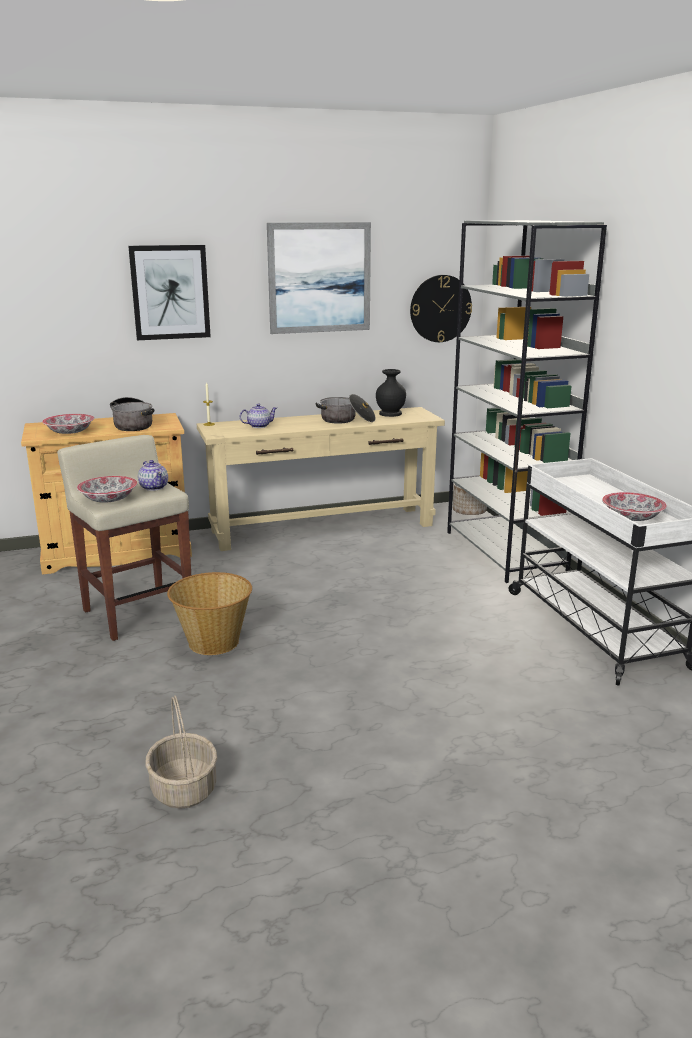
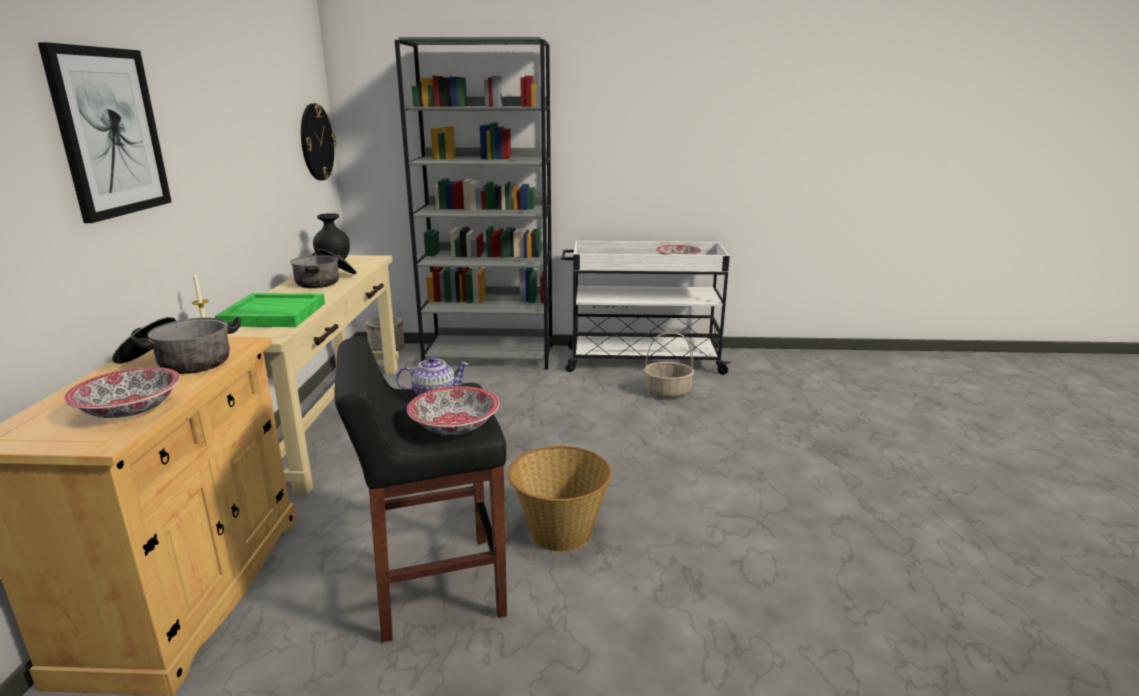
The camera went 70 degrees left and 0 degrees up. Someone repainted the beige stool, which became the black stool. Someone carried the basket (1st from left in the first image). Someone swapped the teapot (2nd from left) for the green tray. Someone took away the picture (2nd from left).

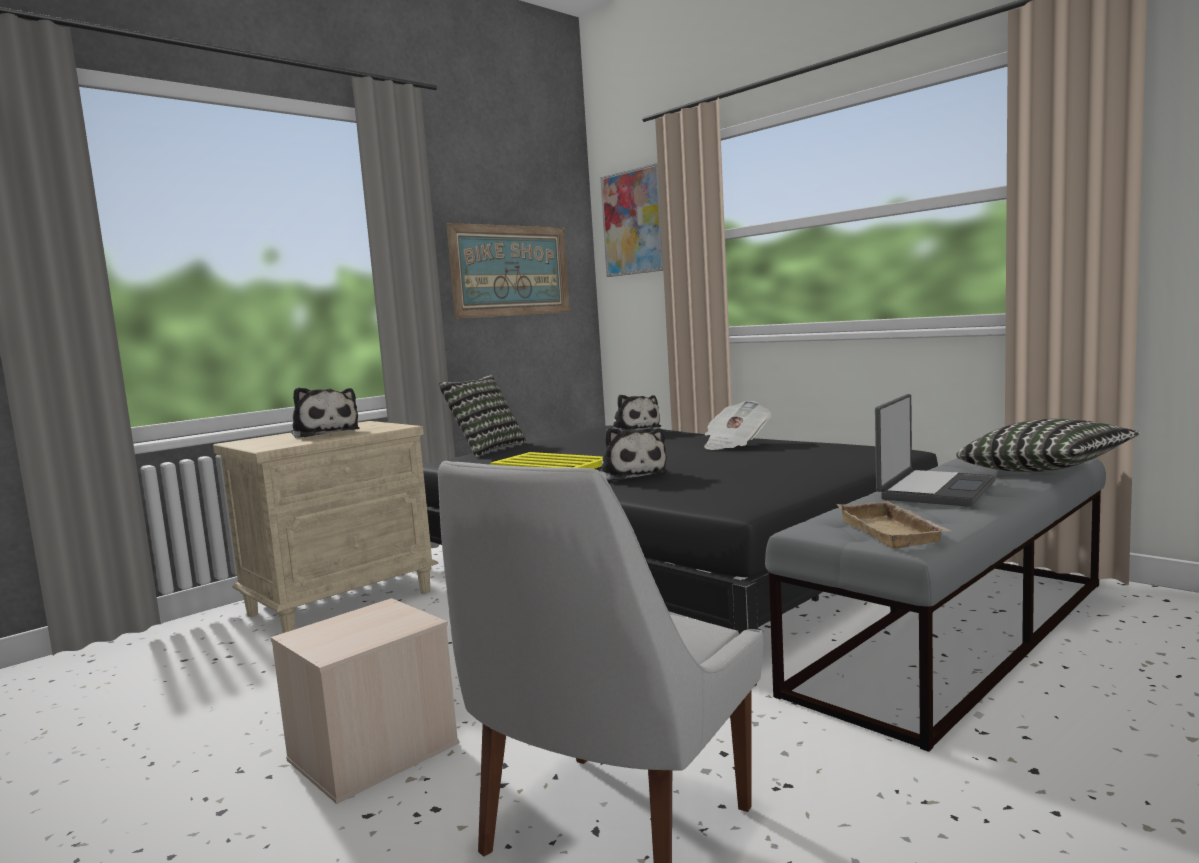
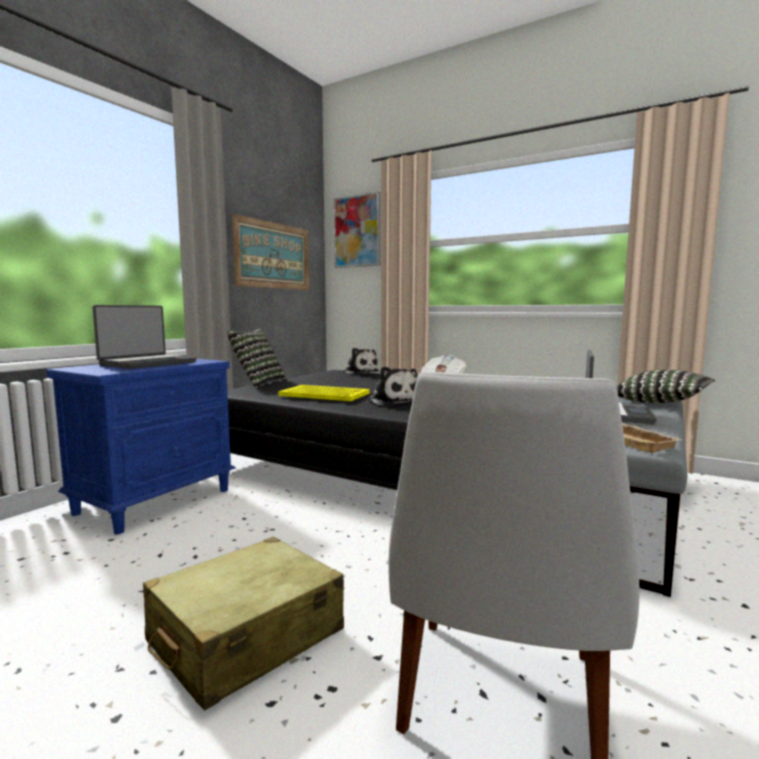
The camera went 15 degrees left and 0 degrees up. Someone repainted the beige nightstand, which became the blue nightstand. Someone swapped the beige storage box for the beige suitcase. Someone swapped the plush toy (1st from left) for the laptop (1st from left).

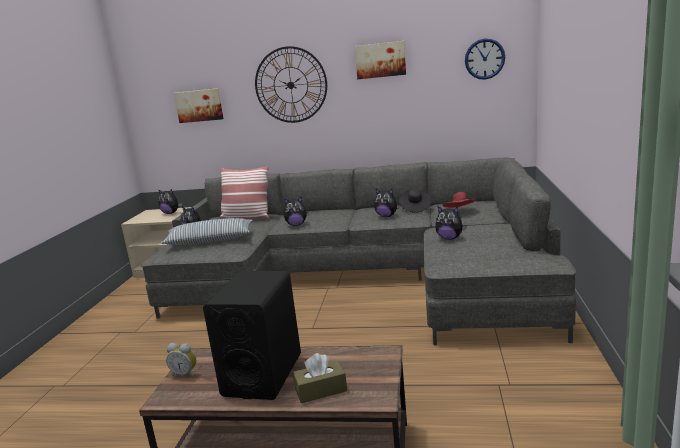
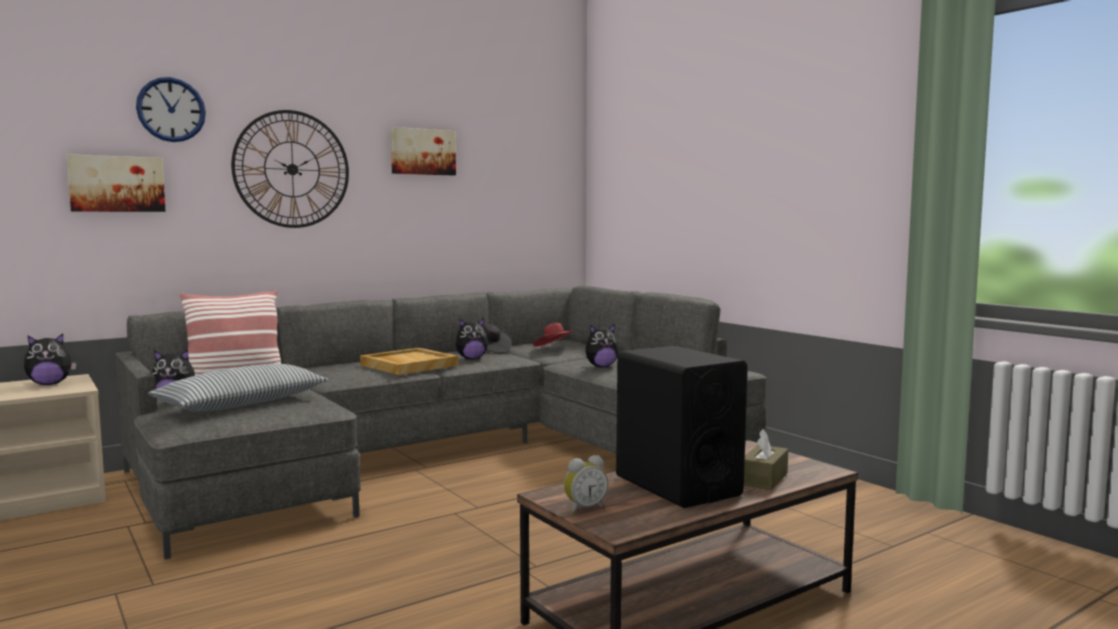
The camera went 45 degrees left and 10 degrees down. Someone took away the plush toy (3rd from left). Someone carried the wall clock (2nd from left in the first image). Someone put down the beige tray.

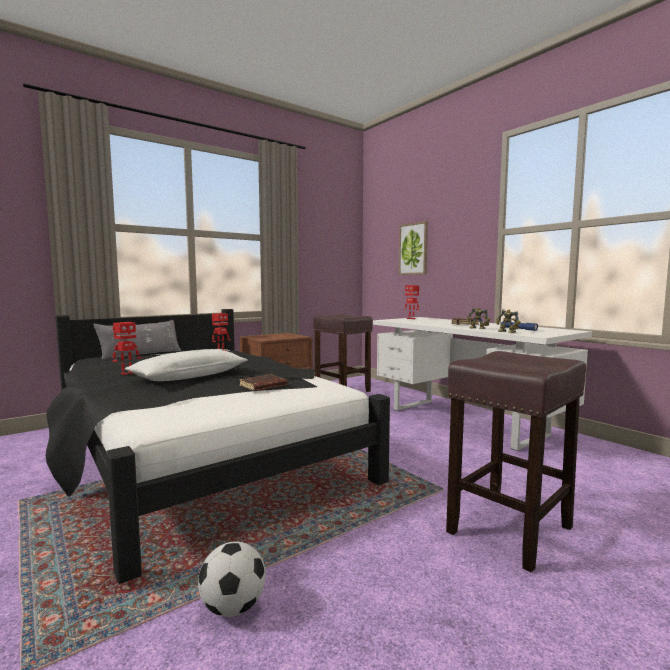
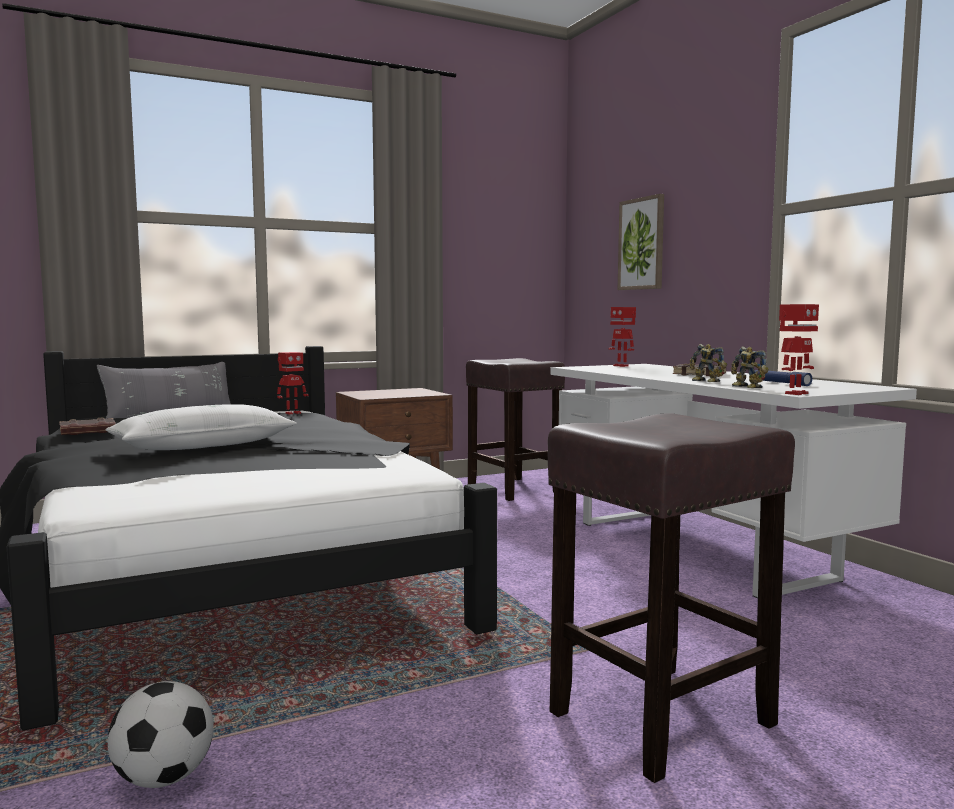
The camera went 10 degrees right and 0 degrees up. Someone carried the toy robot (1st from left in the first image). Someone carried the brown book (1st from left).

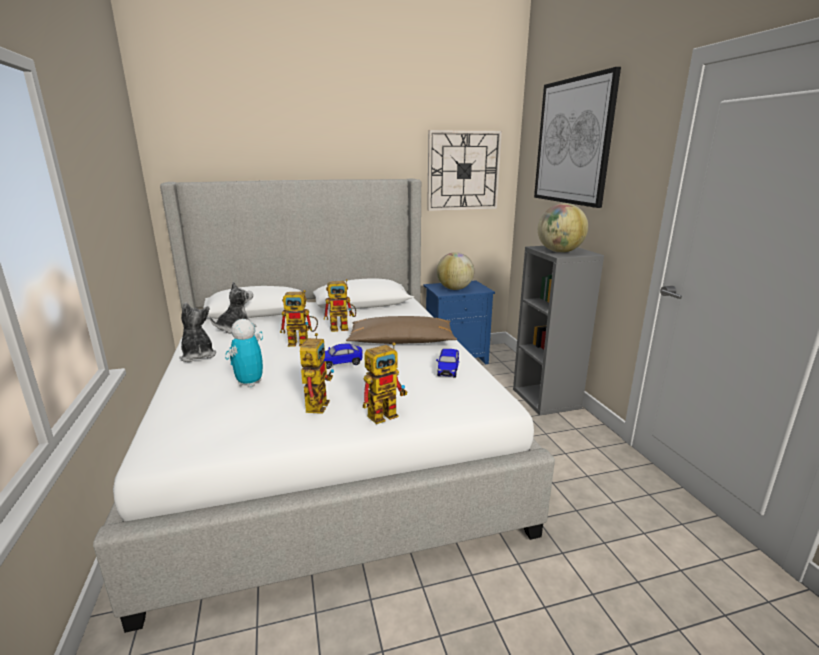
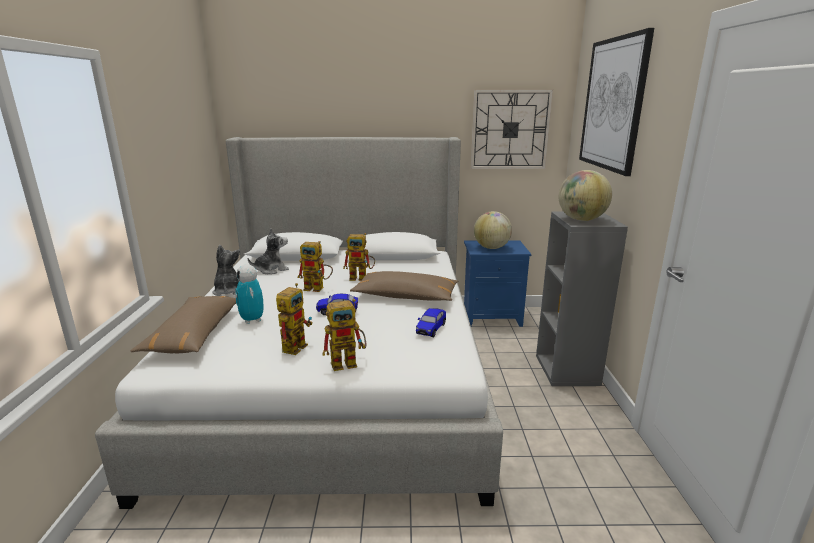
The camera went 15 degrees right and 0 degrees up. Someone rotated the toy robot (1st from left) by 60 degrees counterclockwise. Someone put down the brown pillow (1st from left).

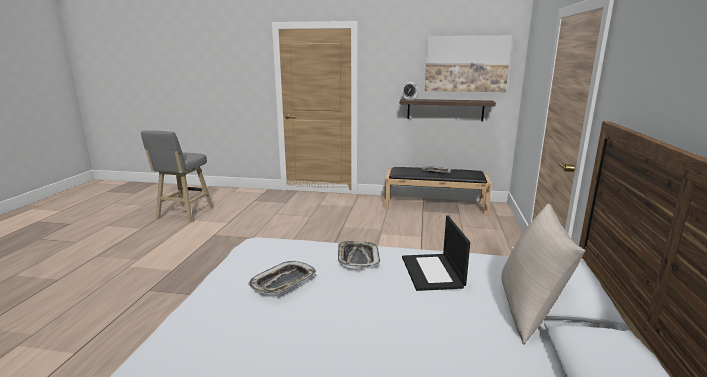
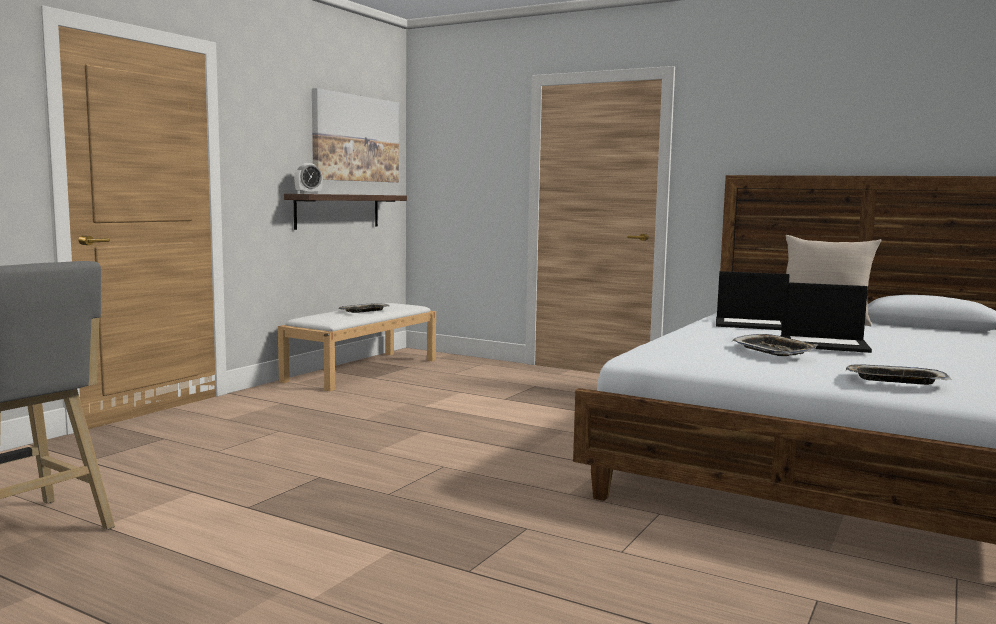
The camera went 70 degrees left and 10 degrees down. Someone carried the tray (2nd from left in the first image). Someone repainted the black bench, which became the white bench. Someone put down the laptop (2nd from left).

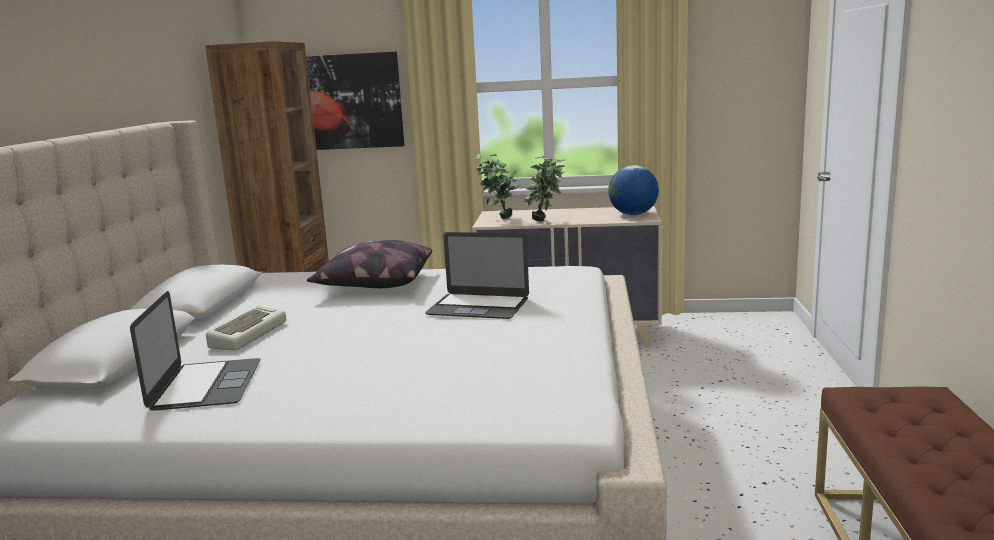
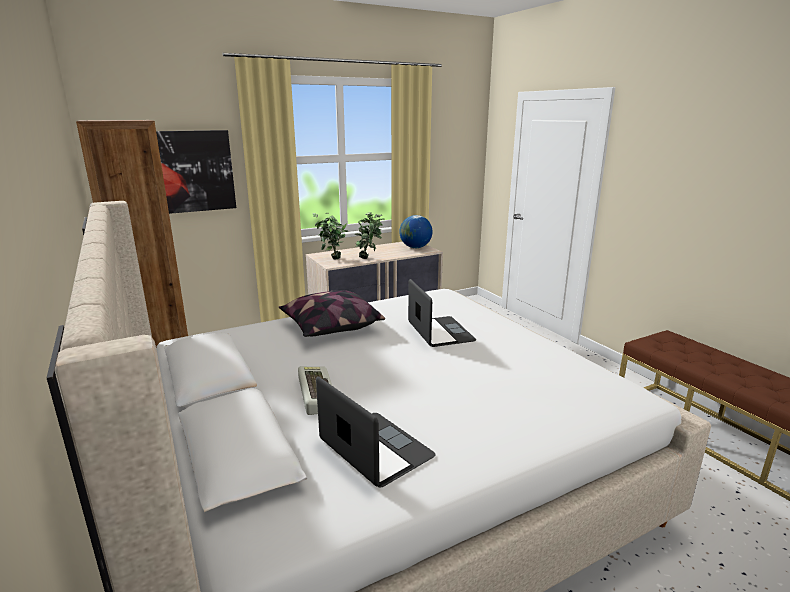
The camera went 35 degrees left and 5 degrees up. Someone rotated the laptop (2nd from left) by 90 degrees counterclockwise.

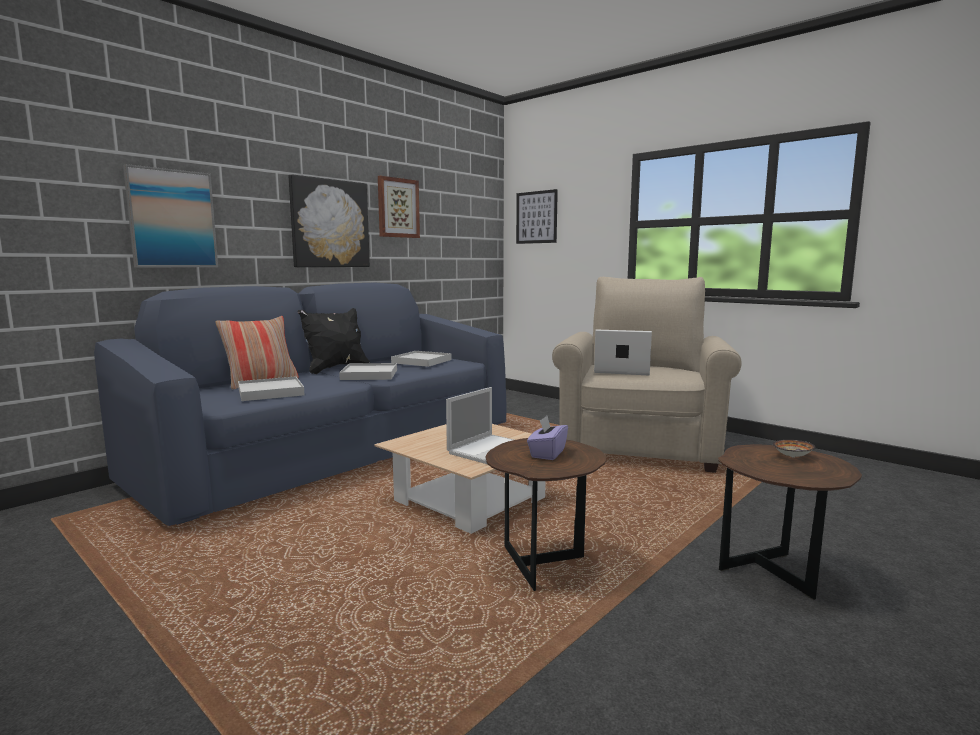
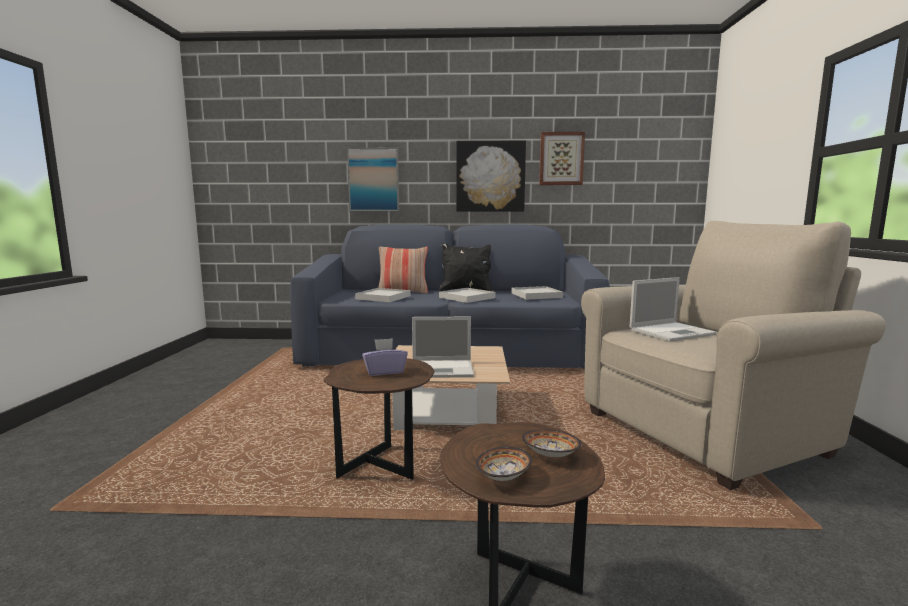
The camera went 50 degrees right and 0 degrees up. Someone took away the picture (4th from left). Someone rotated the laptop (2nd from left) by 90 degrees clockwise. Someone put down the bowl (1st from left).

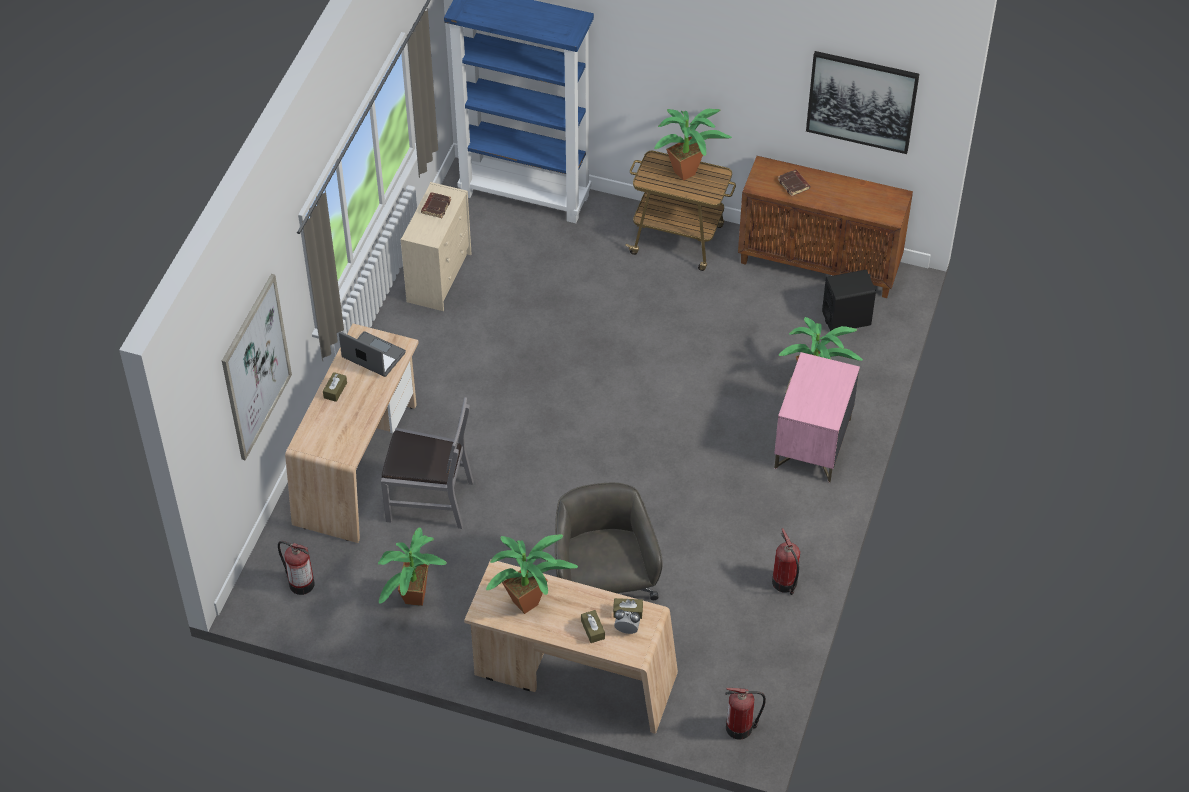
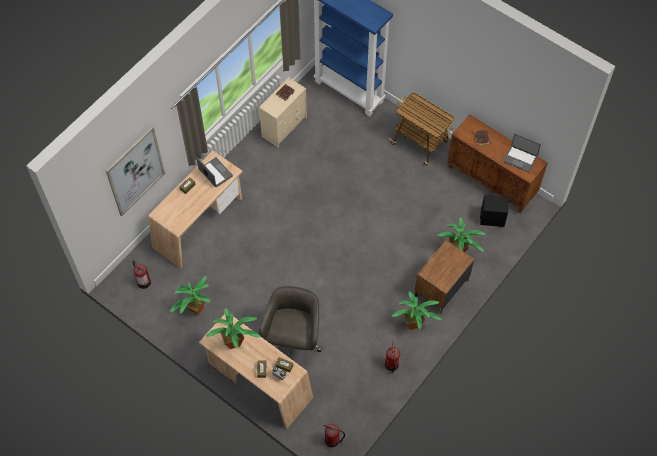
The camera went 20 degrees right and 10 degrees up. Someone took away the grey chair. Someone carried the potted plant (3rd from left). Someone repainted the pink nightstand, which became the brown nightstand. Someone took away the picture (2nd from left). Someone put down the laptop (2nd from left).

